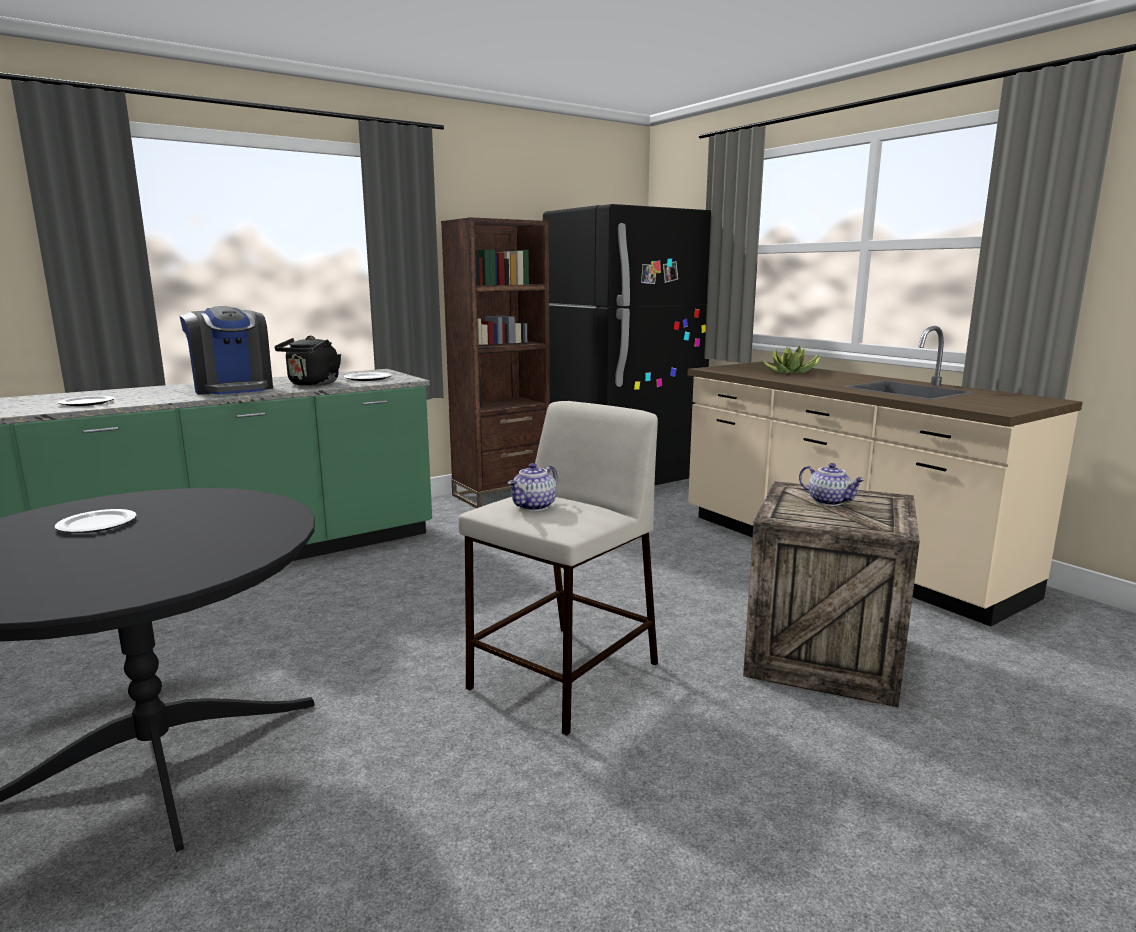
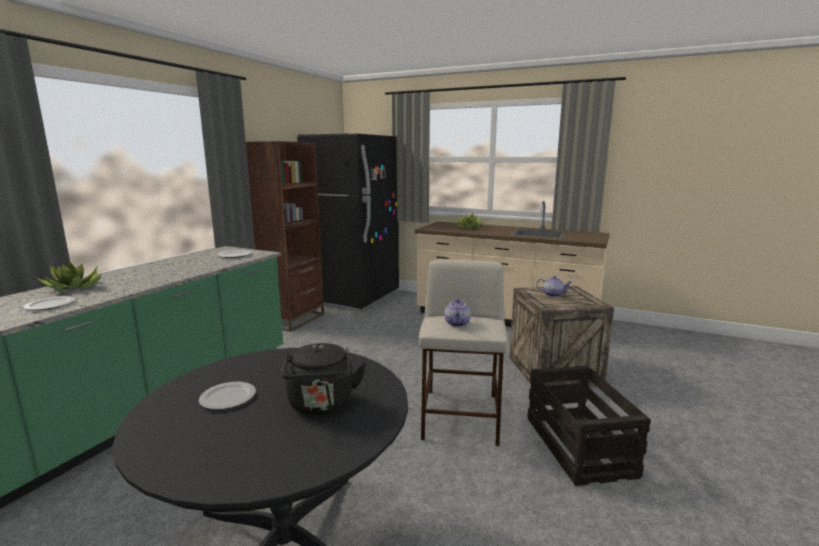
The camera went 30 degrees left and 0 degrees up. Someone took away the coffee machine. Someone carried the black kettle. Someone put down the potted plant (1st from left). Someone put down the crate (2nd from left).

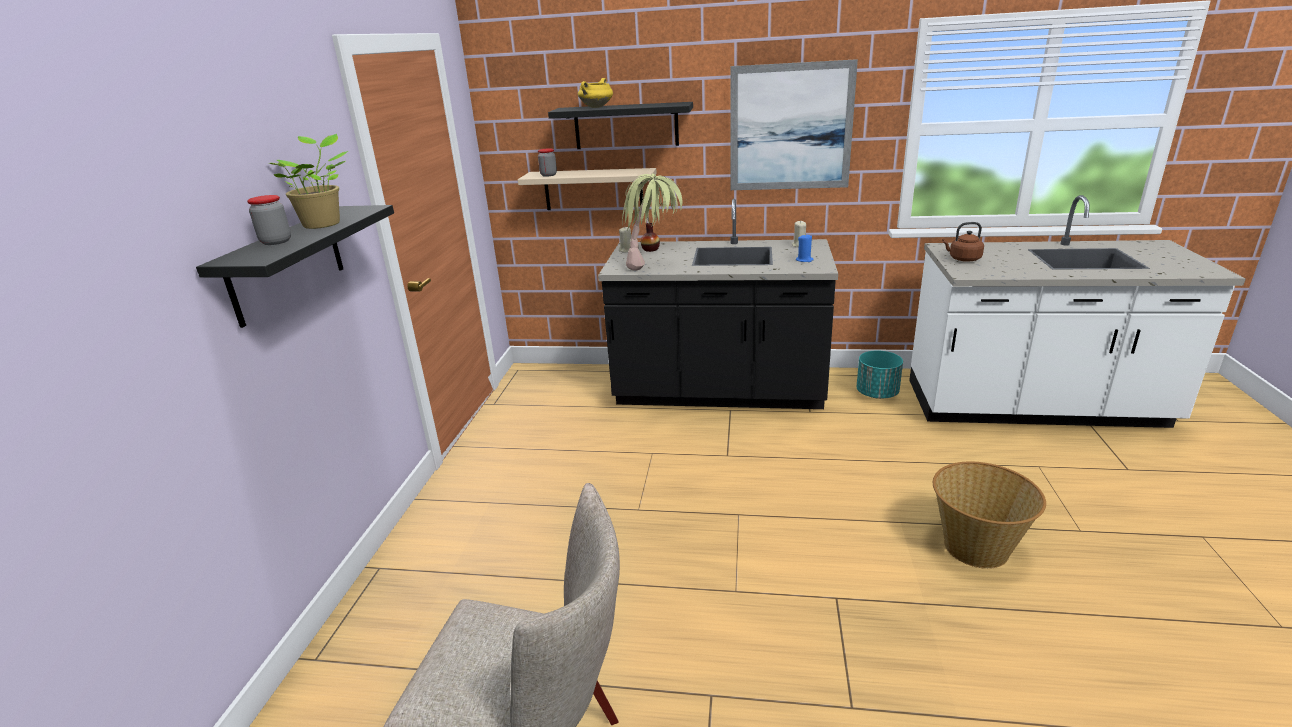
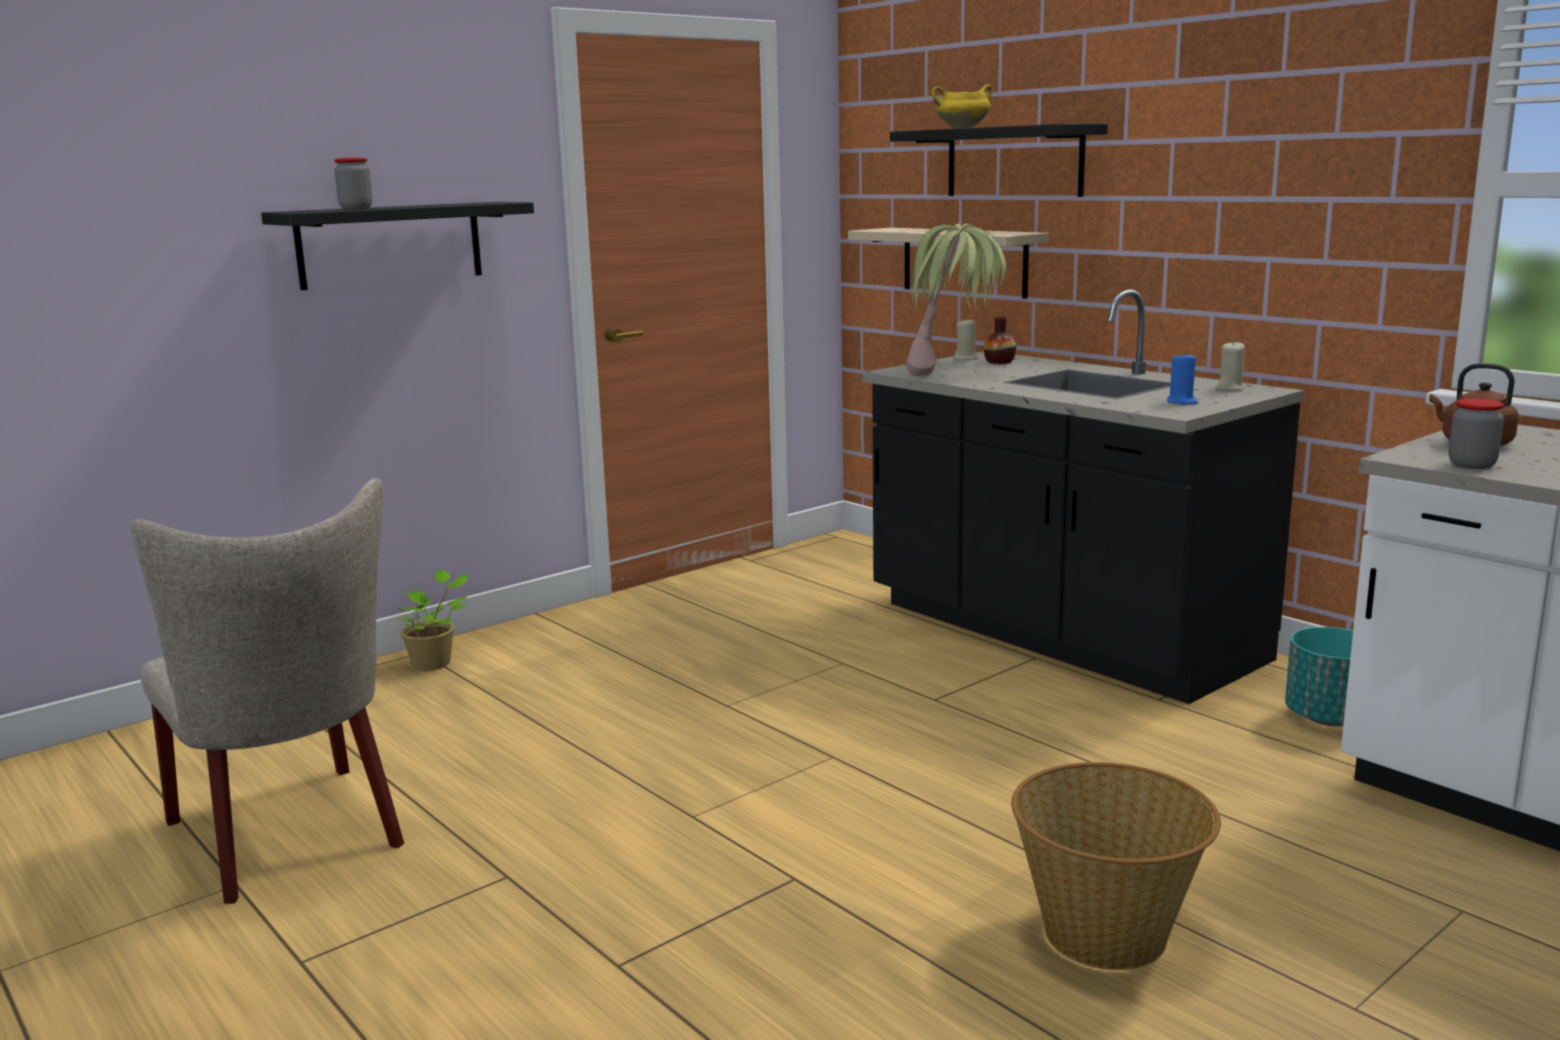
The camera went 40 degrees right and 10 degrees down. Someone carried the potted plant (1st from left). Someone carried the jar (2nd from left). Someone took away the picture.

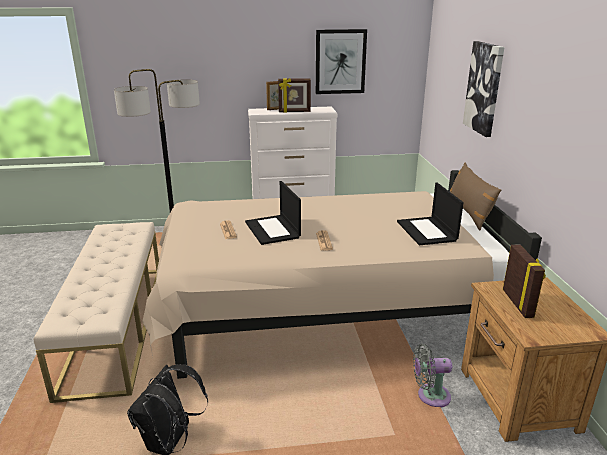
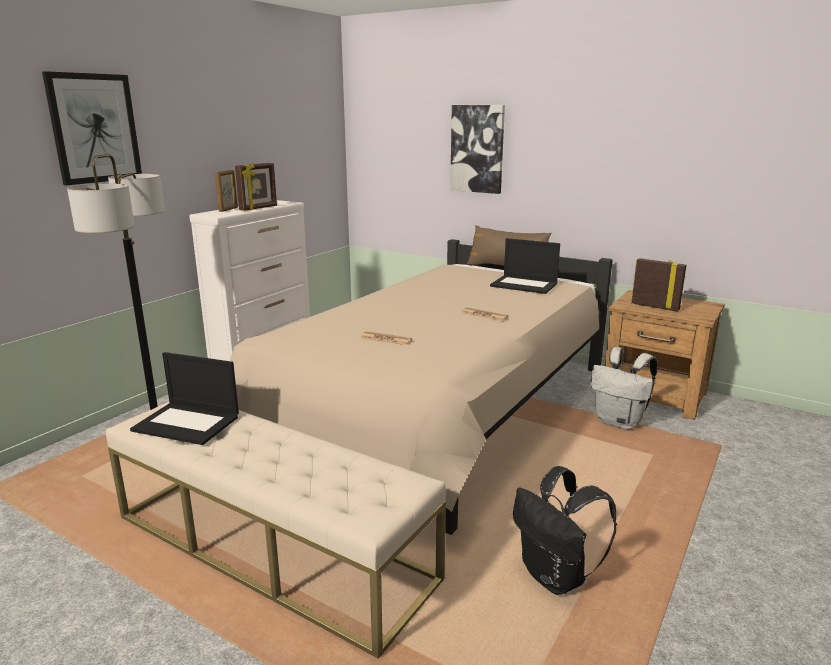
The camera went 50 degrees left and 5 degrees down. Someone carried the laptop (1st from left). Someone carried the picture (1st from left). Someone swapped the grey fan for the white backpack.

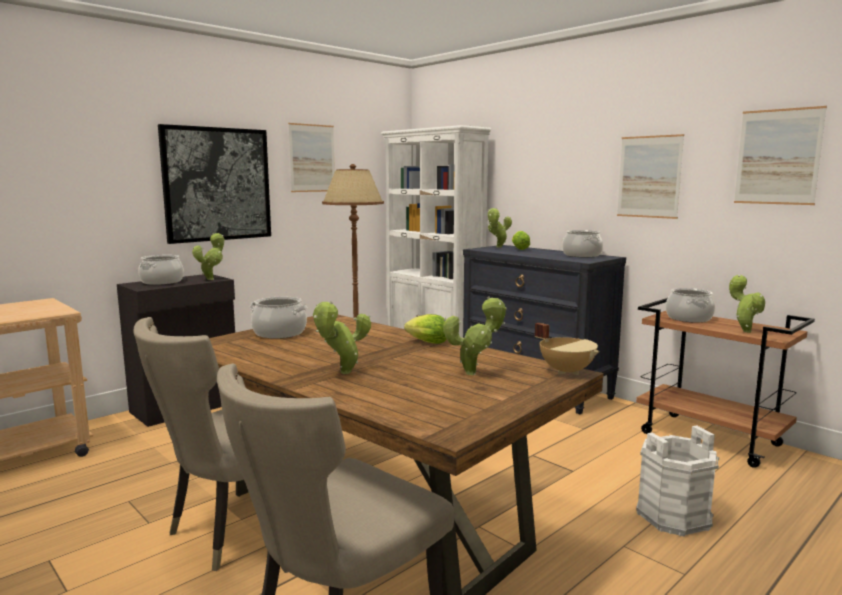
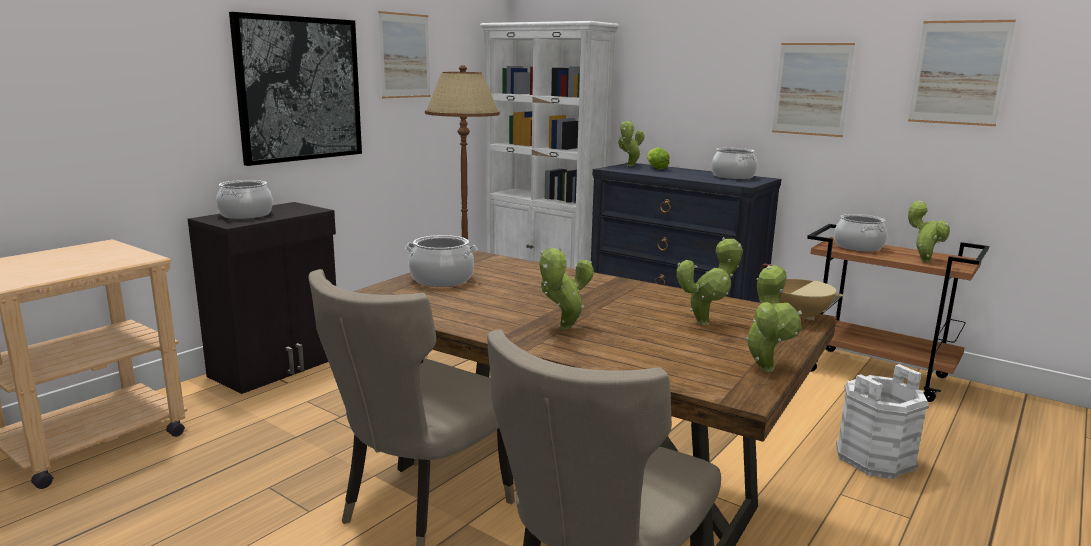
The camera went 10 degrees left and 5 degrees up. Someone carried the potted plant (1st from left in the first image). Someone took away the lettuce (1st from left).

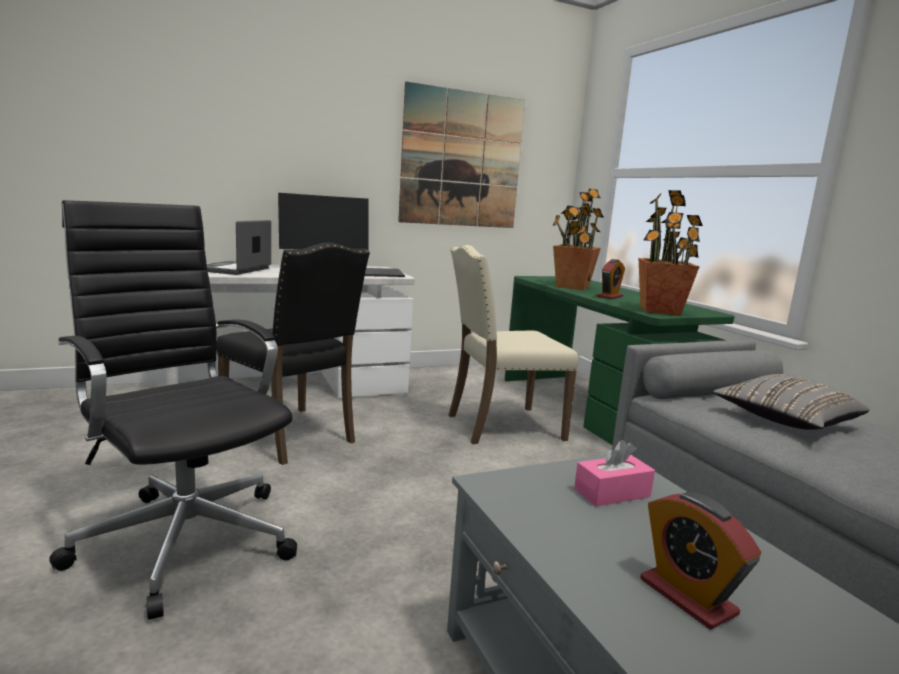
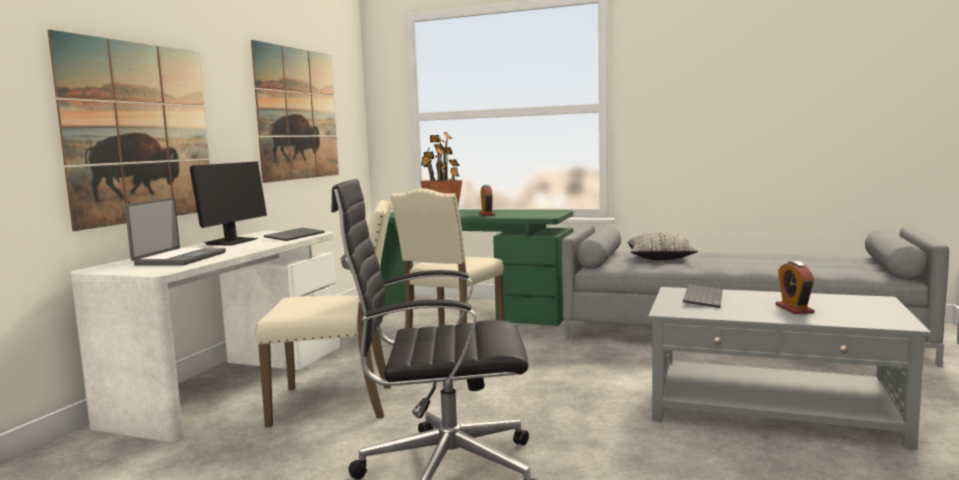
The camera went 45 degrees left and 5 degrees down. Someone rotated the laptop by 135 degrees counterclockwise. Someone repainted the black chair, which became the beige chair (1st from left). Someone swapped the pink tissue box for the keyboard (2nd from left). Someone took away the potted plant (2nd from left). Someone rotated the alarm clock (2nd from left) by 75 degrees clockwise. Someone put up the picture (1st from left).

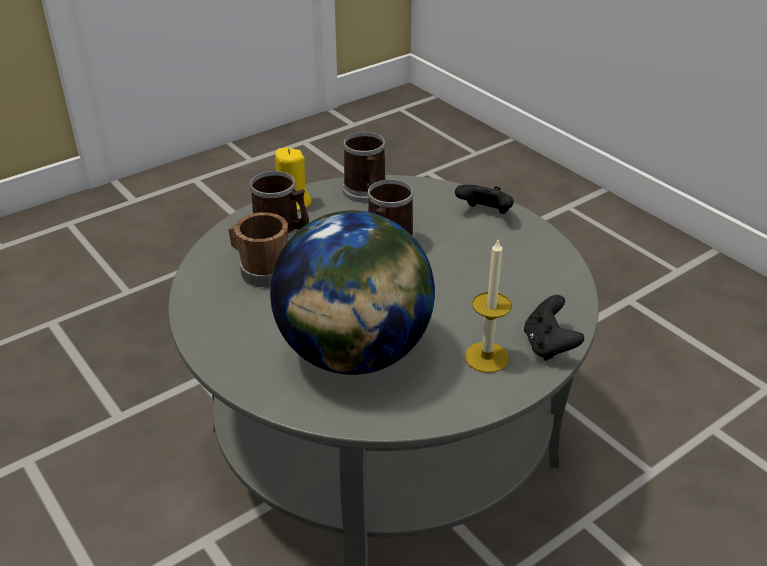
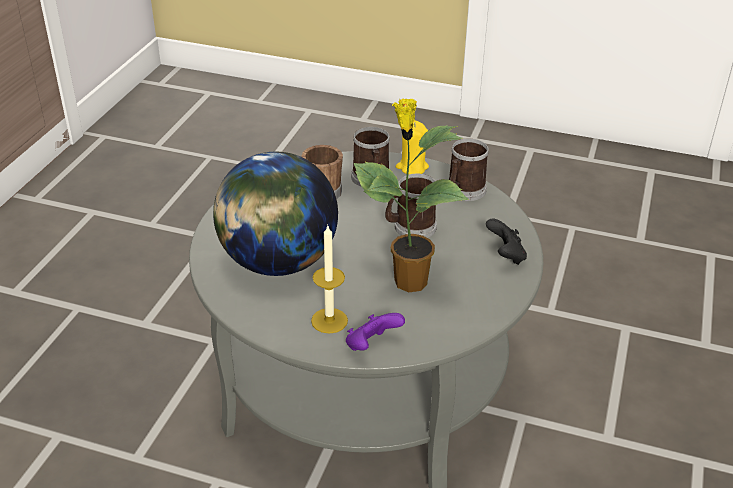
The camera went 55 degrees right and 0 degrees up. Someone repainted the black game controller (2nd from left), which became the purple game controller. Someone put down the potted plant.

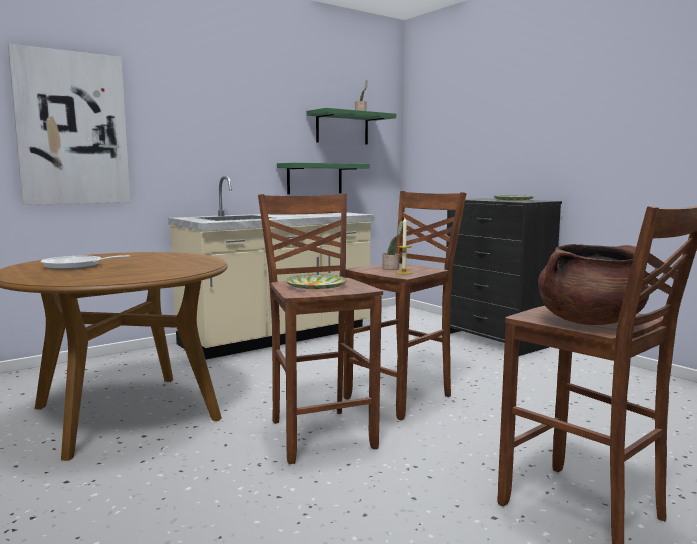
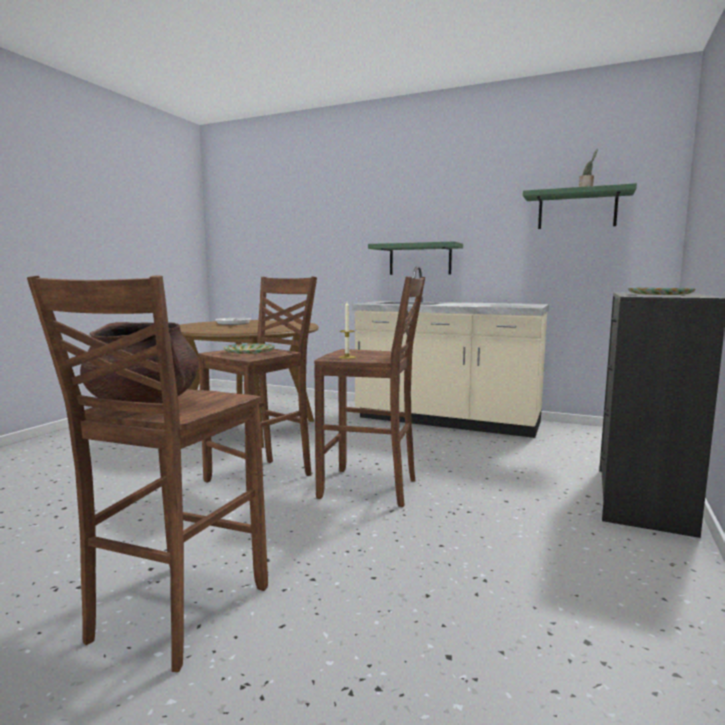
The camera went 60 degrees right and 0 degrees up. Someone took away the picture. Someone carried the green shelf (1st from left). Someone took away the potted plant (2nd from left).

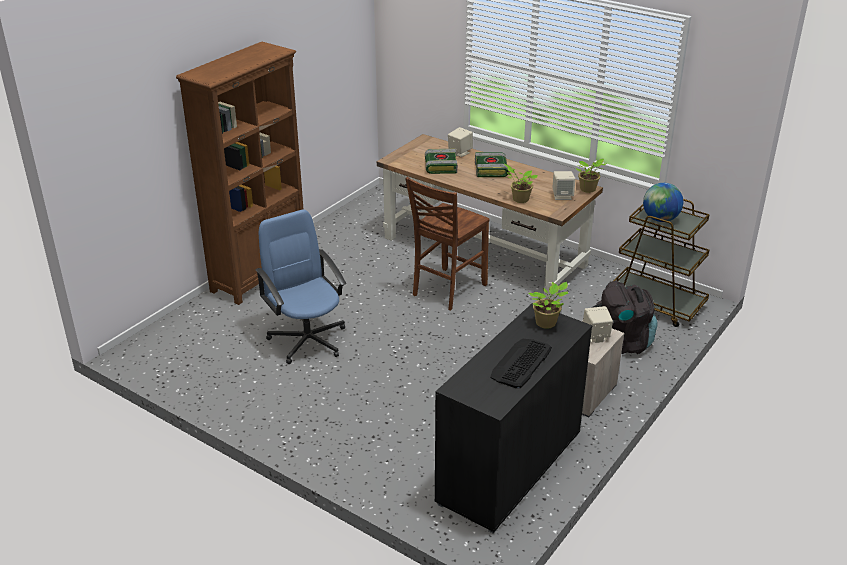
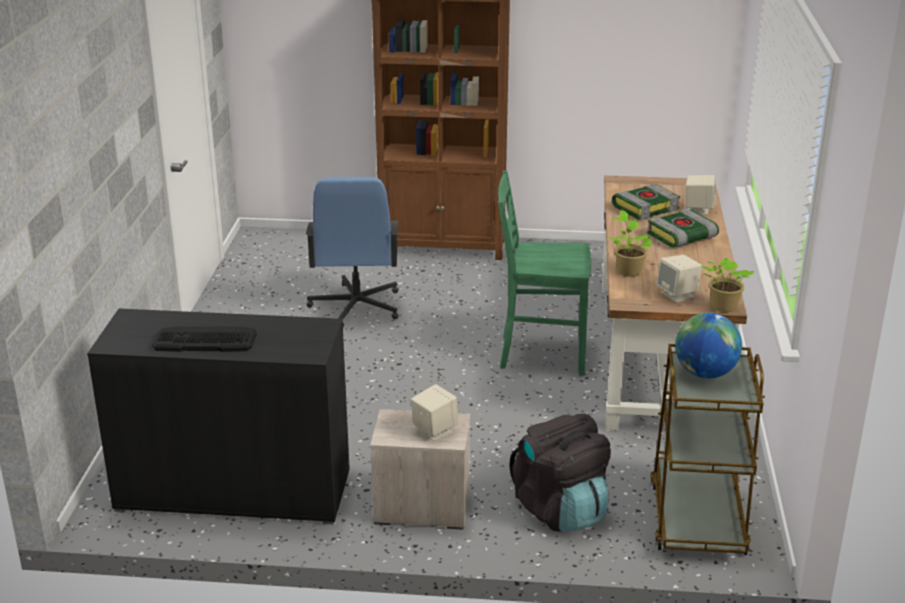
The camera went 60 degrees right and 5 degrees down. Someone rotated the blue office chair by 150 degrees clockwise. Someone repainted the brown chair, which became the green chair. Someone took away the potted plant (2nd from left).

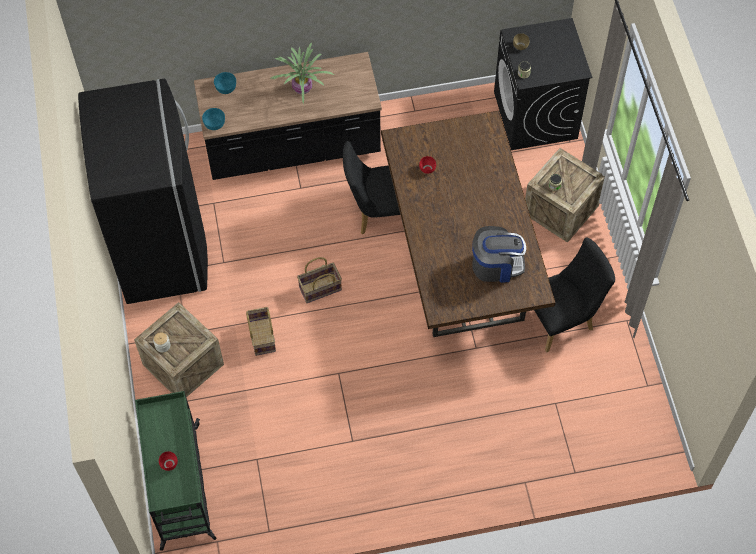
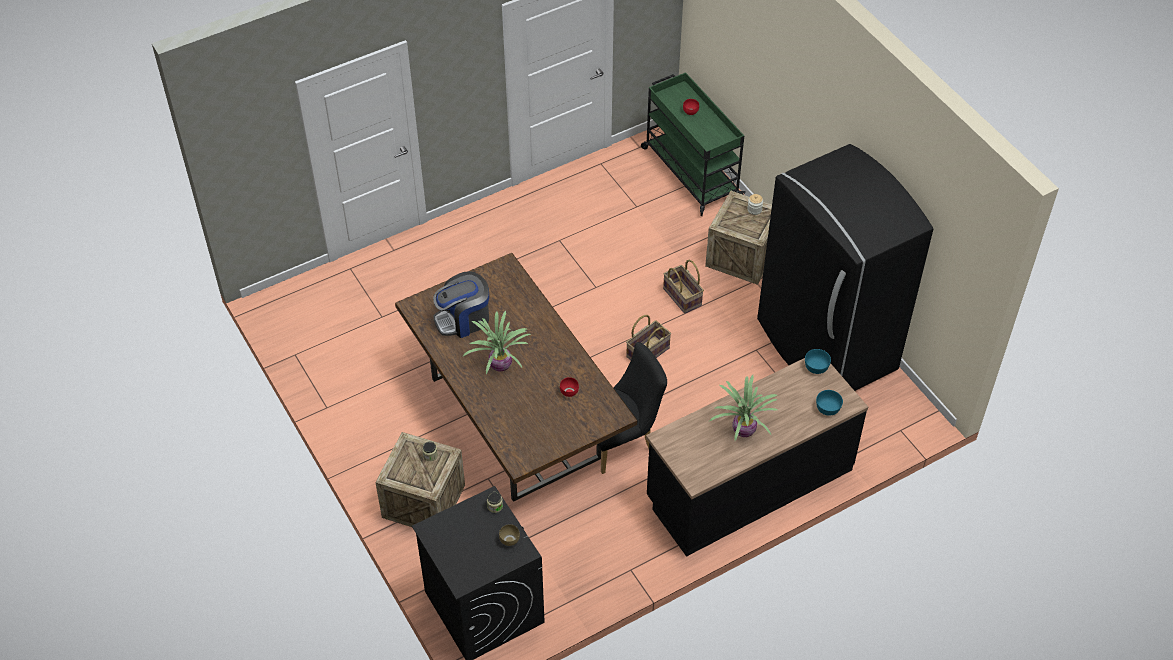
The camera went 160 degrees right and 10 degrees down. Someone took away the black chair (2nd from left). Someone put down the potted plant (1st from left).

